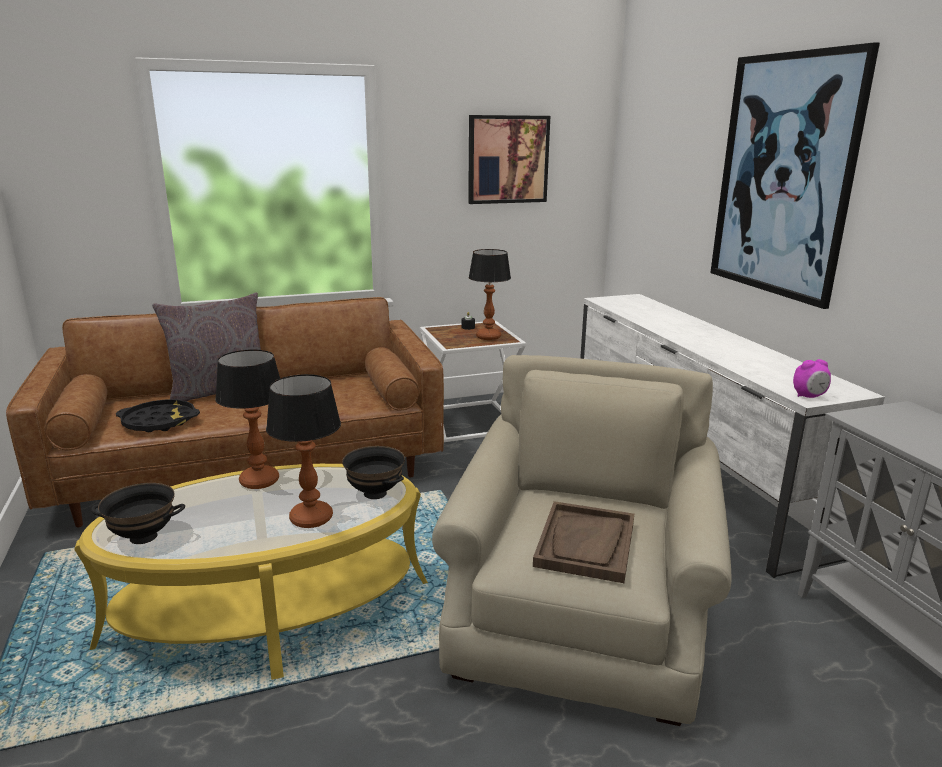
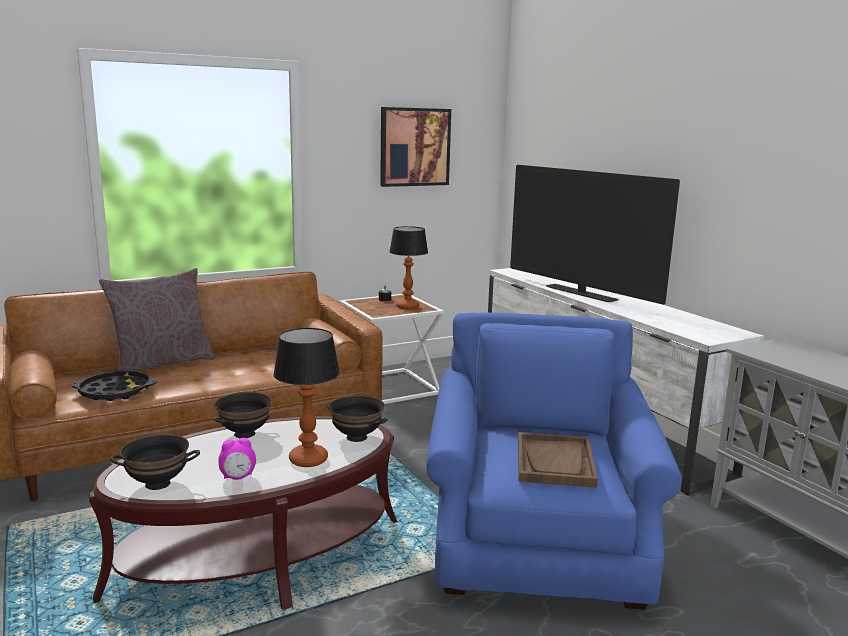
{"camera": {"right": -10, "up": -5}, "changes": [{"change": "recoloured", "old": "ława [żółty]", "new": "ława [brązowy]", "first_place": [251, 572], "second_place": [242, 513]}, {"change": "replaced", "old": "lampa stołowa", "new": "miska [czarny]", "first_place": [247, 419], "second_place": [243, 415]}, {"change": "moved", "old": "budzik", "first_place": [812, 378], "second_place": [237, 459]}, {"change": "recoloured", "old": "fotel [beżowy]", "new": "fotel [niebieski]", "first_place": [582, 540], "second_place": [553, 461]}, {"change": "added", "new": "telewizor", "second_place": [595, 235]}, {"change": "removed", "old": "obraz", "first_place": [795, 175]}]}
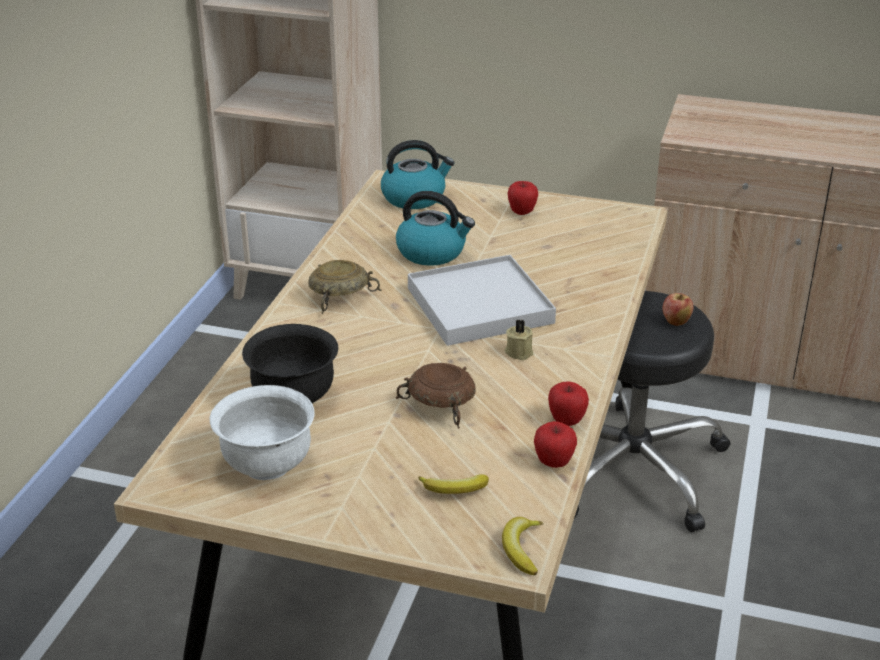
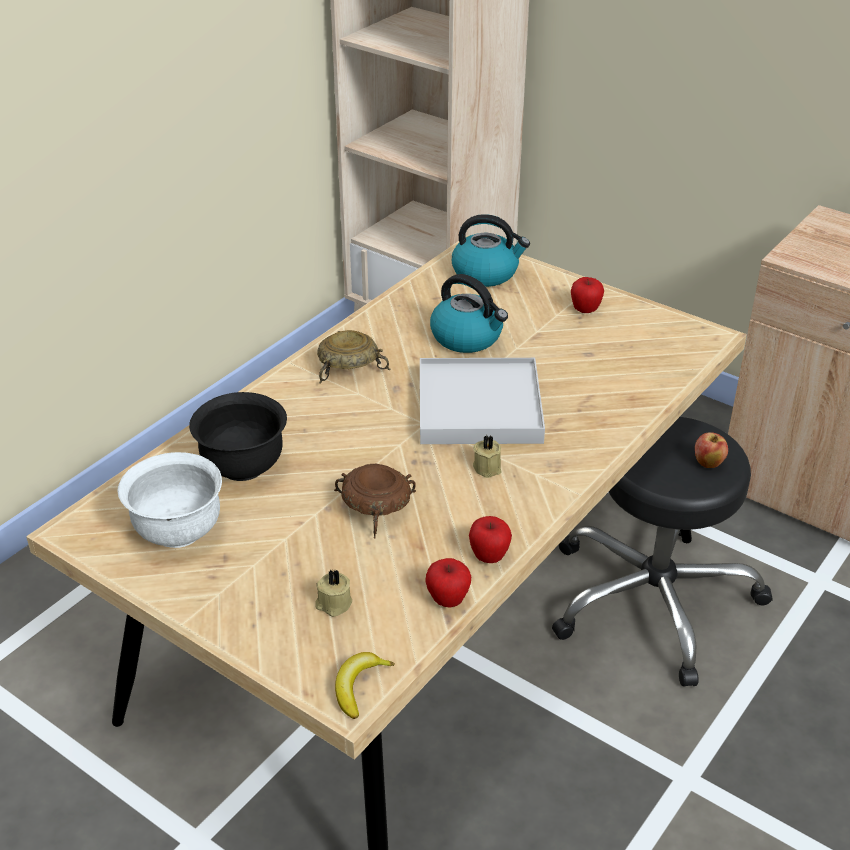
{"camera": {"right": 20, "up": 5}, "changes": [{"change": "replaced", "old": "banan", "new": "świeca [beżowy]", "first_place": [453, 484], "second_place": [333, 593]}]}
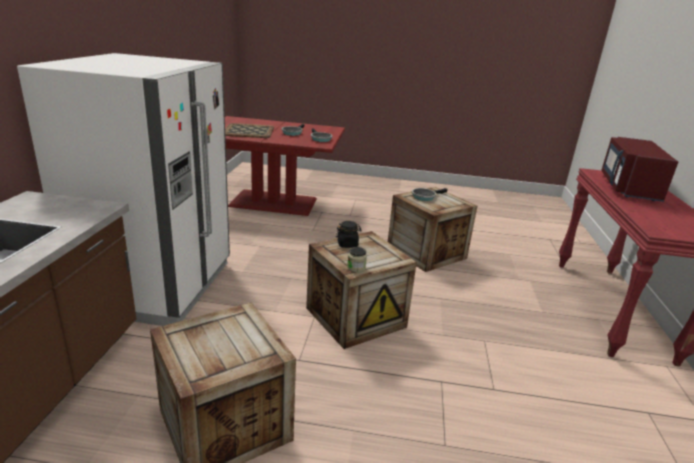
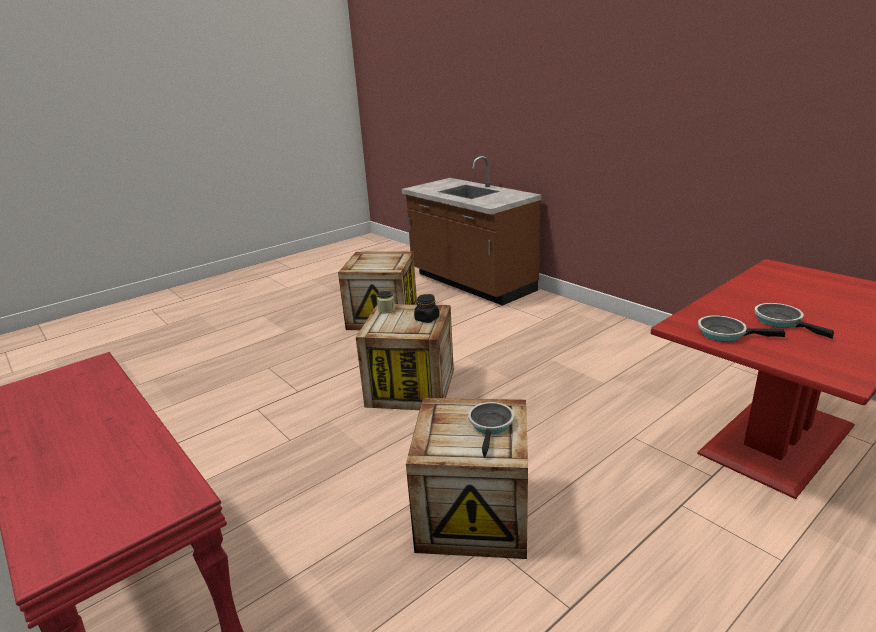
{"camera": {"right": 135, "up": 0}, "changes": [{"change": "removed", "old": "lodówka [biały]", "first_place": [123, 189]}, {"change": "removed", "old": "taca", "first_place": [249, 130]}, {"change": "removed", "old": "mikrofalówka [czerwony]", "first_place": [640, 169]}]}
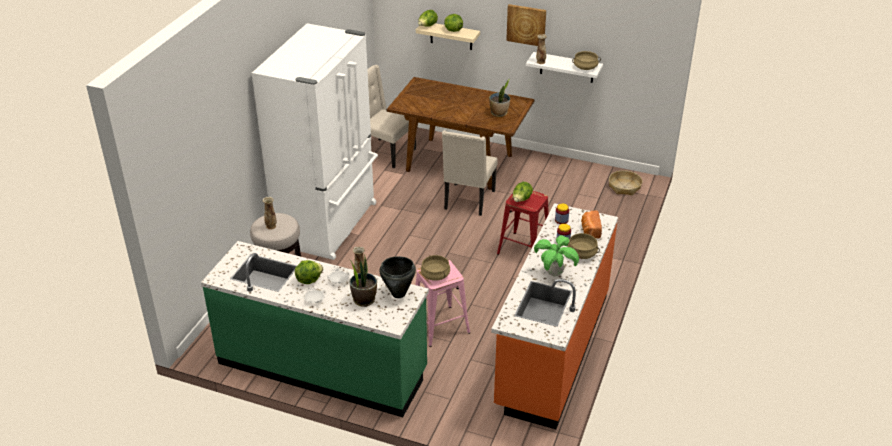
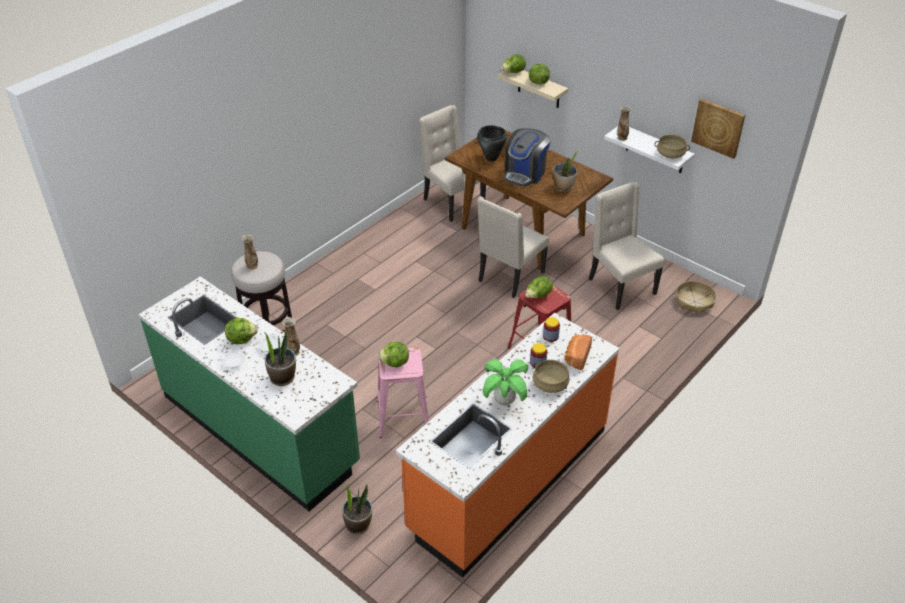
{"camera": {"right": 20, "up": 5}, "changes": [{"change": "added", "new": "roślina doniczkowa", "second_place": [357, 508]}, {"change": "replaced", "old": "garnek [beżowy]", "new": "sałata", "first_place": [435, 268], "second_place": [393, 355]}, {"change": "moved", "old": "garnek [czarny]", "first_place": [398, 277], "second_place": [492, 143]}, {"change": "added", "new": "ekspres do kawy", "second_place": [527, 157]}, {"change": "added", "new": "krzesło [beżowy]", "second_place": [627, 246]}, {"change": "moved", "old": "obraz", "first_place": [526, 25], "second_place": [718, 129]}, {"change": "removed", "old": "lodówka [biały]", "first_place": [315, 141]}]}
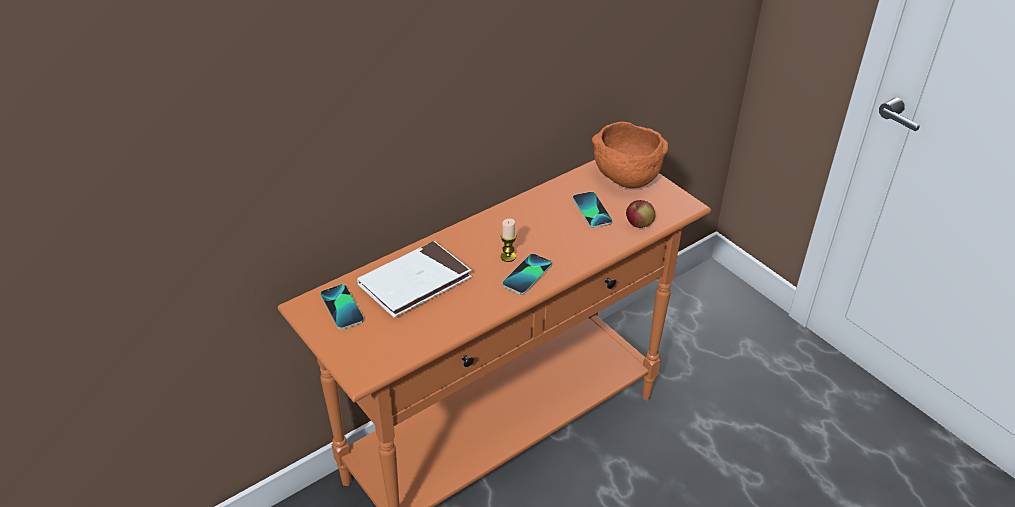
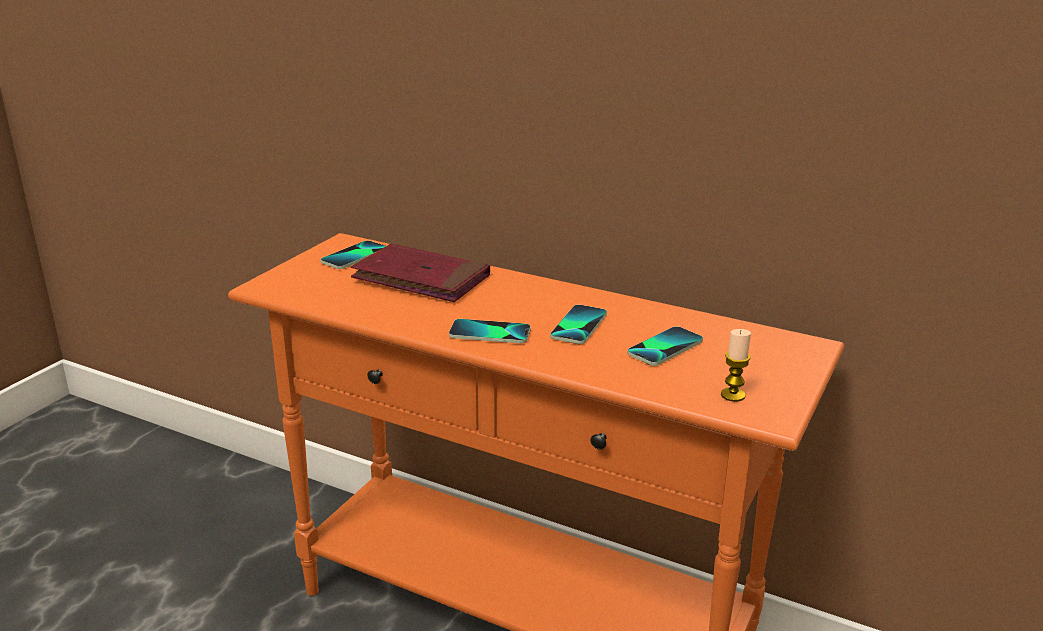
{"camera": {"right": 65, "up": -15}, "changes": [{"change": "recoloured", "old": "książka [biały]", "new": "książka [czerwony]", "first_place": [414, 279], "second_place": [420, 273]}, {"change": "added", "new": "telefon", "second_place": [579, 324]}, {"change": "moved", "old": "świeca", "first_place": [508, 240], "second_place": [736, 365]}, {"change": "removed", "old": "miska [pomarańczowy]", "first_place": [630, 155]}, {"change": "removed", "old": "jabłko", "first_place": [640, 214]}]}
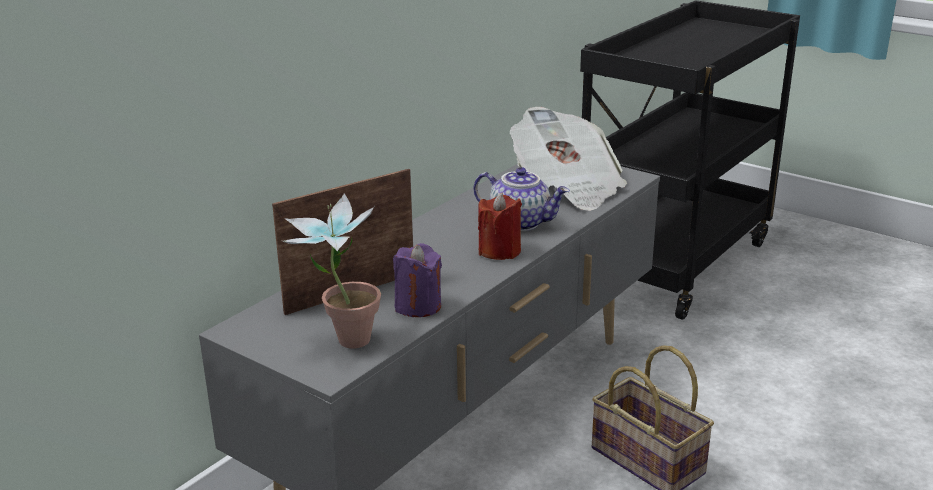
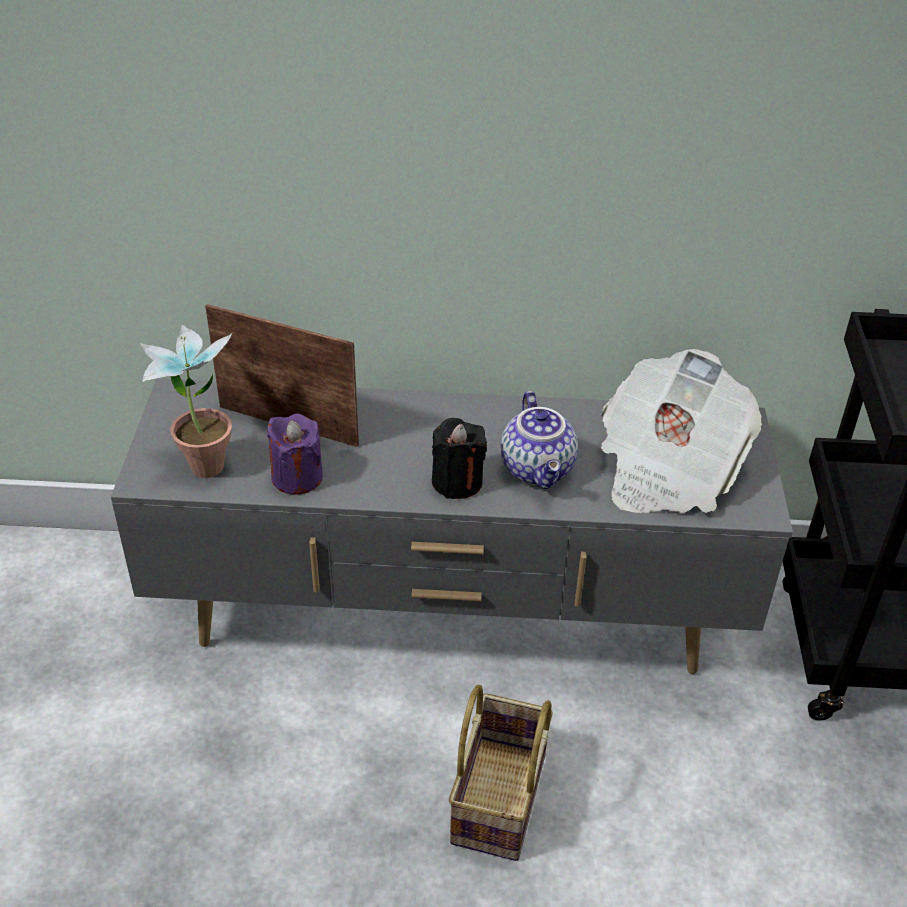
{"camera": {"right": 55, "up": 15}, "changes": [{"change": "recoloured", "old": "świeca [czerwony]", "new": "świeca [czarny]", "first_place": [500, 226], "second_place": [459, 458]}]}
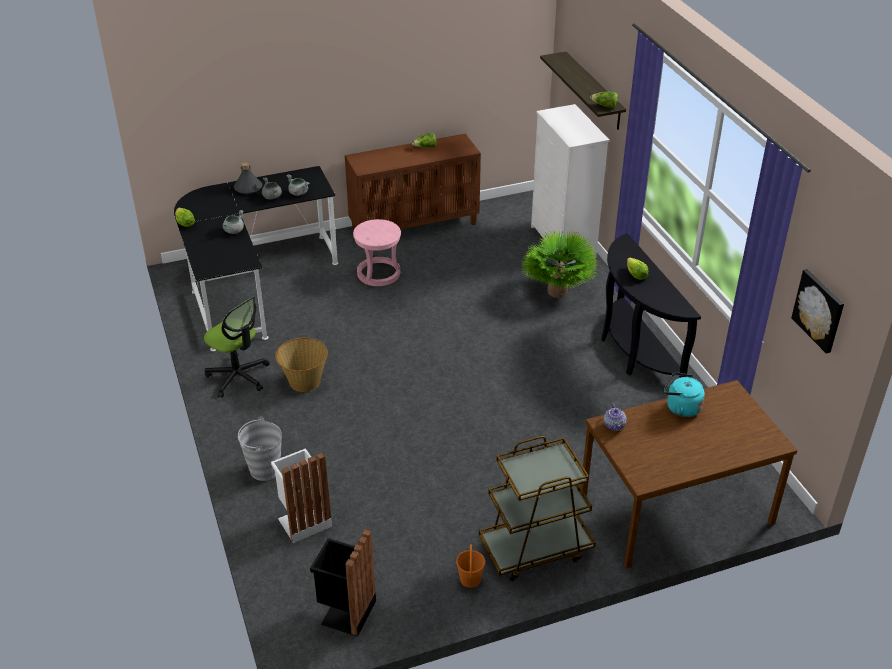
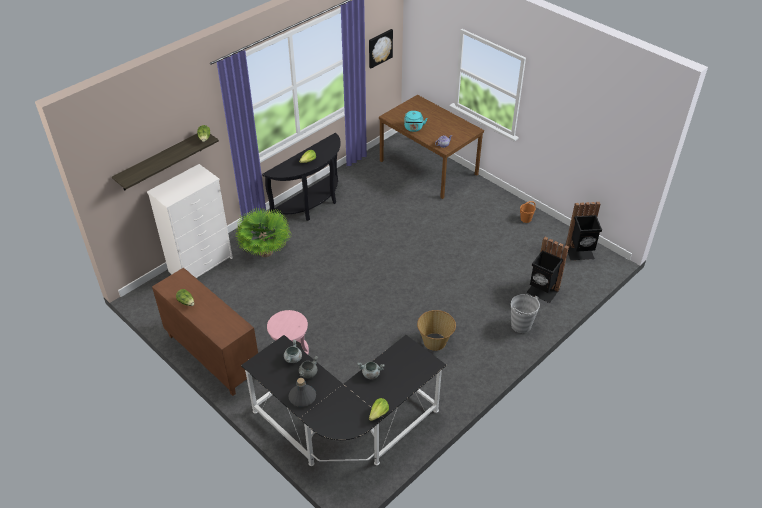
{"camera": {"right": -115, "up": 5}, "changes": [{"change": "recoloured", "old": "kosz na śmieci [biały]", "new": "kosz na śmieci [czarny]", "first_place": [301, 495], "second_place": [547, 270]}, {"change": "removed", "old": "krzesło biurowe", "first_place": [237, 347]}, {"change": "removed", "old": "wózek [brązowy]", "first_place": [537, 508]}]}
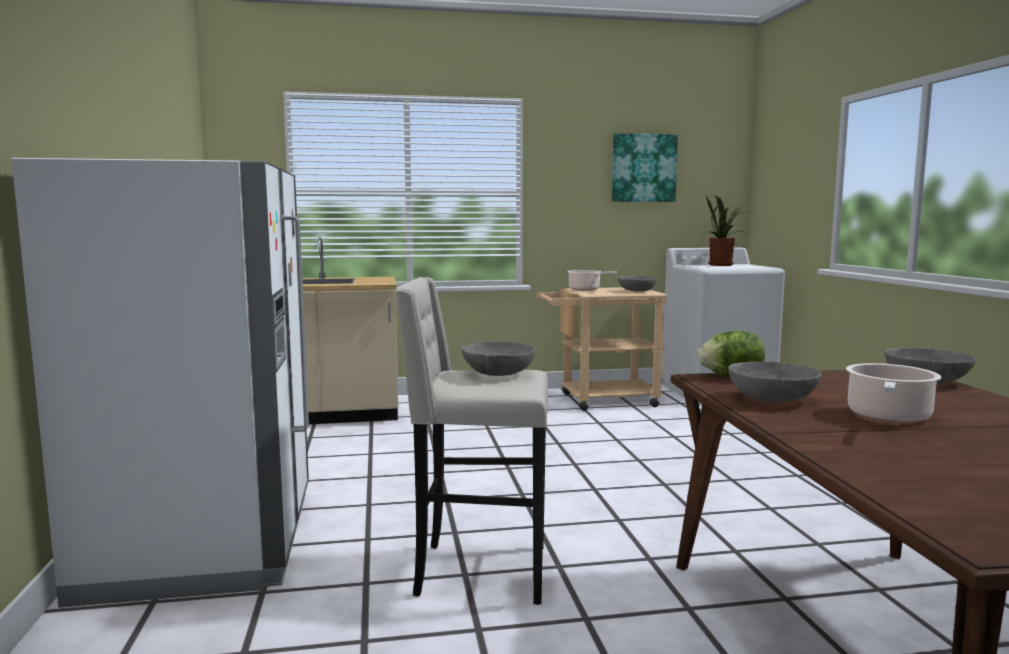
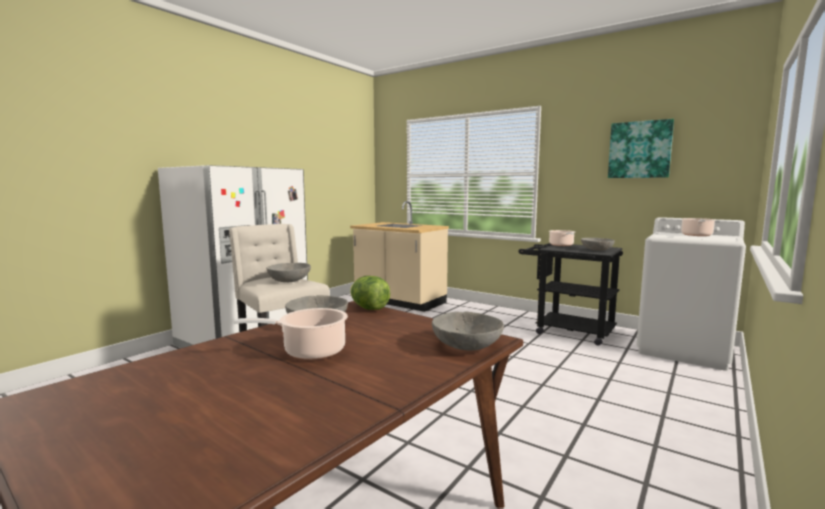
{"camera": {"right": 45, "up": 0}, "changes": [{"change": "recoloured", "old": "wózek [beżowy]", "new": "wózek [czarny]", "first_place": [602, 349], "second_place": [570, 294]}, {"change": "replaced", "old": "roślina doniczkowa", "new": "garnek", "first_place": [726, 230], "second_place": [698, 227]}]}
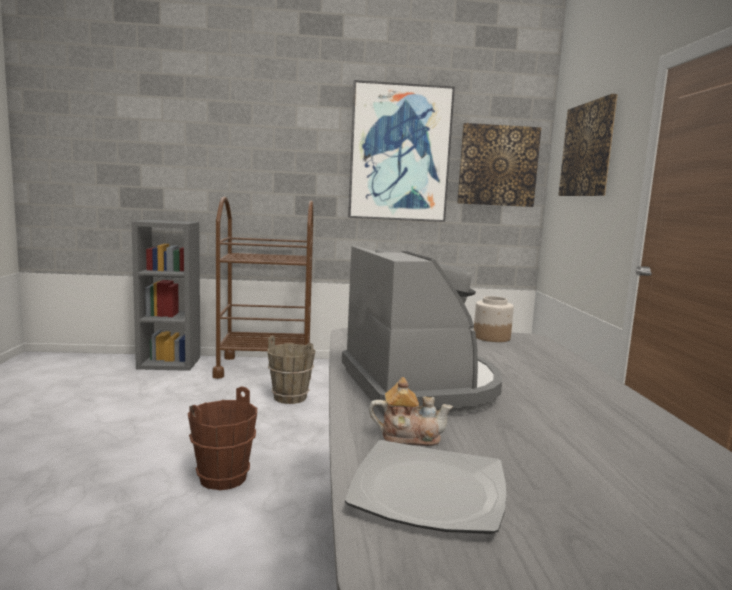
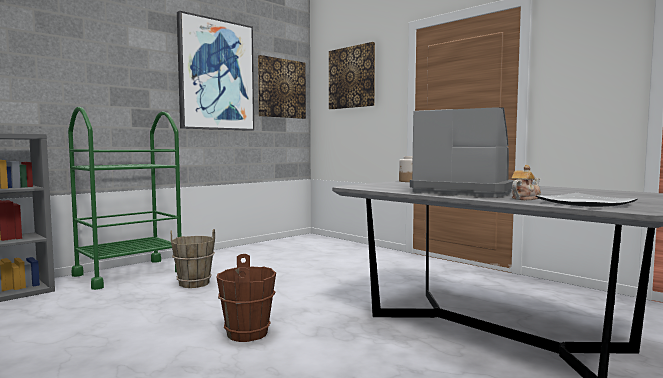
{"camera": {"right": -40, "up": -5}, "changes": [{"change": "recoloured", "old": "wózek [brązowy]", "new": "wózek [zielony]", "first_place": [262, 288], "second_place": [125, 198]}]}
